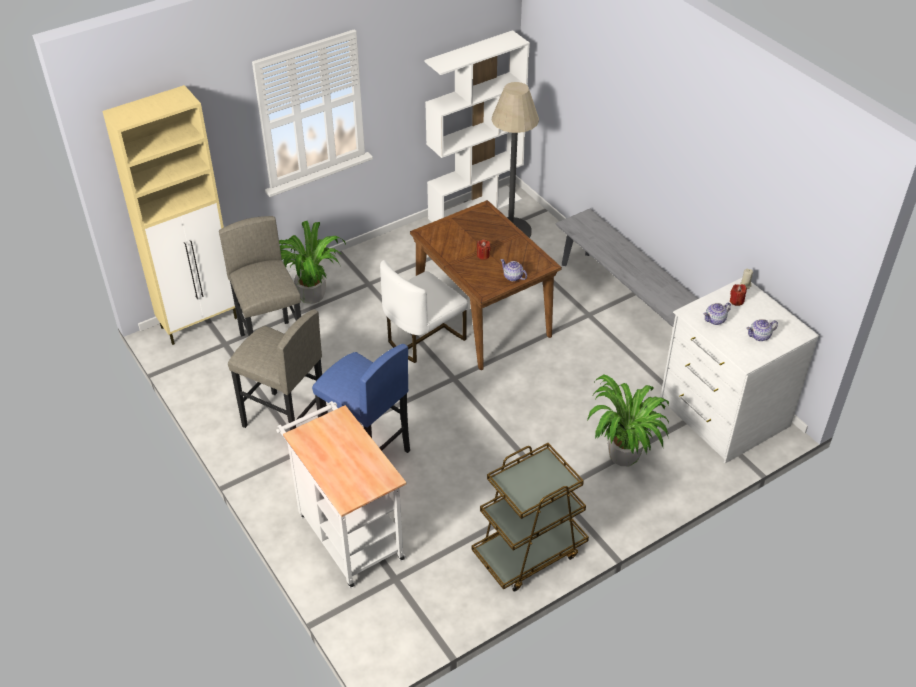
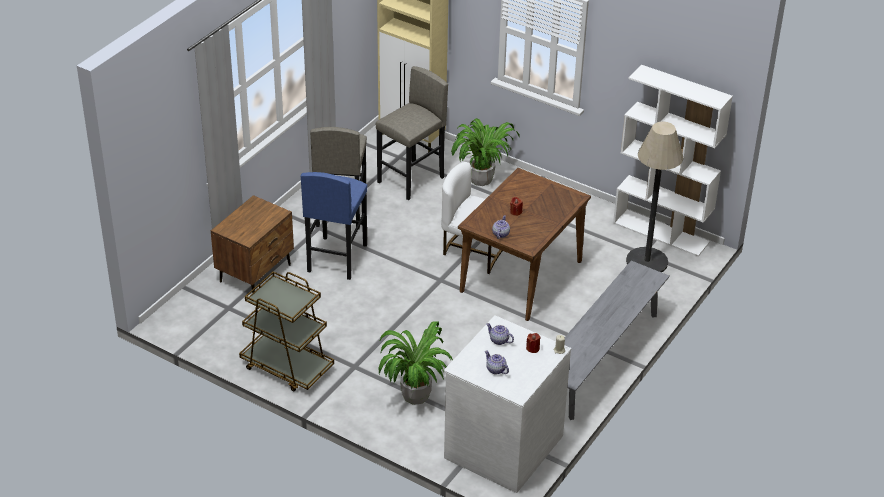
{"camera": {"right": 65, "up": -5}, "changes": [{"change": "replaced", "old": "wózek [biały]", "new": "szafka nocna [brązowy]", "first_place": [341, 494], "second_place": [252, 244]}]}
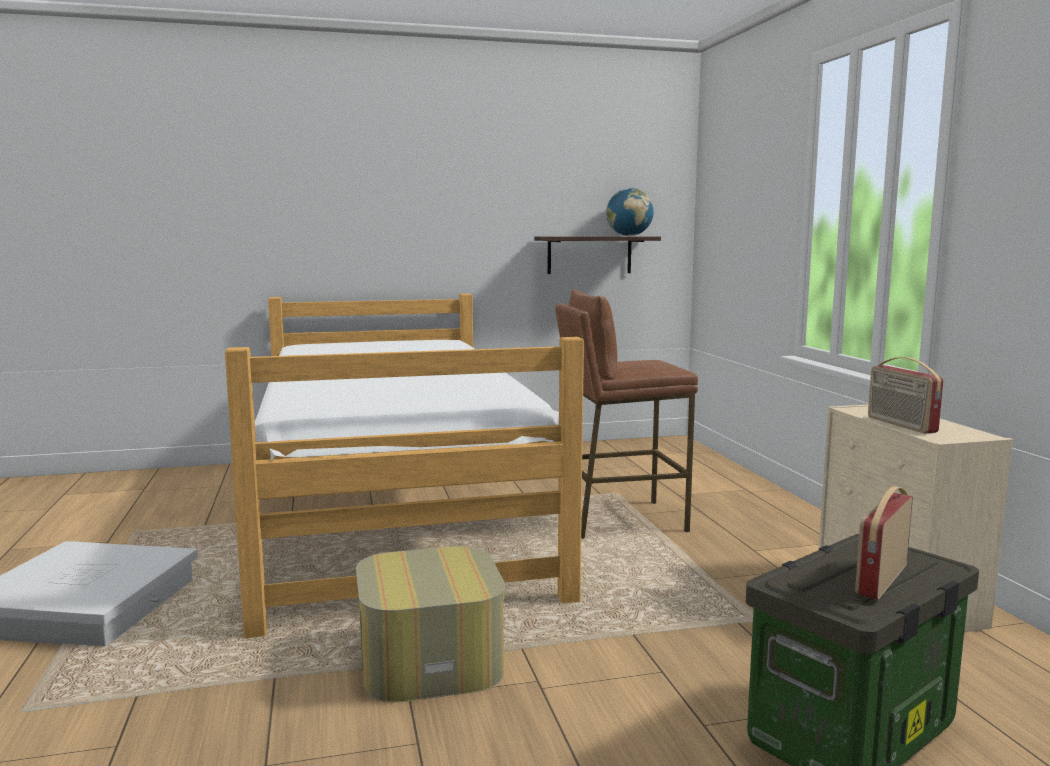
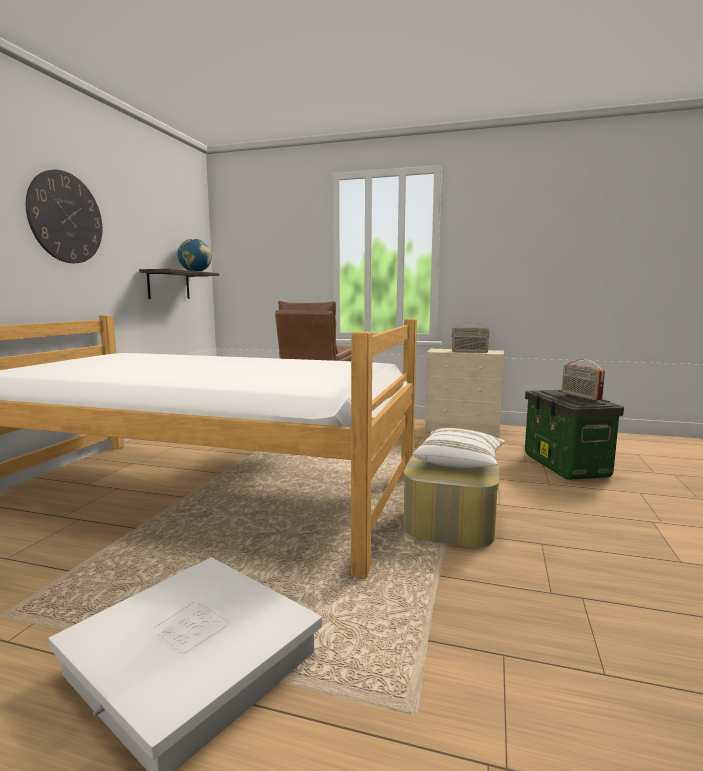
{"camera": {"right": -60, "up": 0}, "changes": [{"change": "added", "new": "zegar ścienny", "second_place": [64, 216]}, {"change": "added", "new": "poduszka [biały]", "second_place": [459, 448]}]}
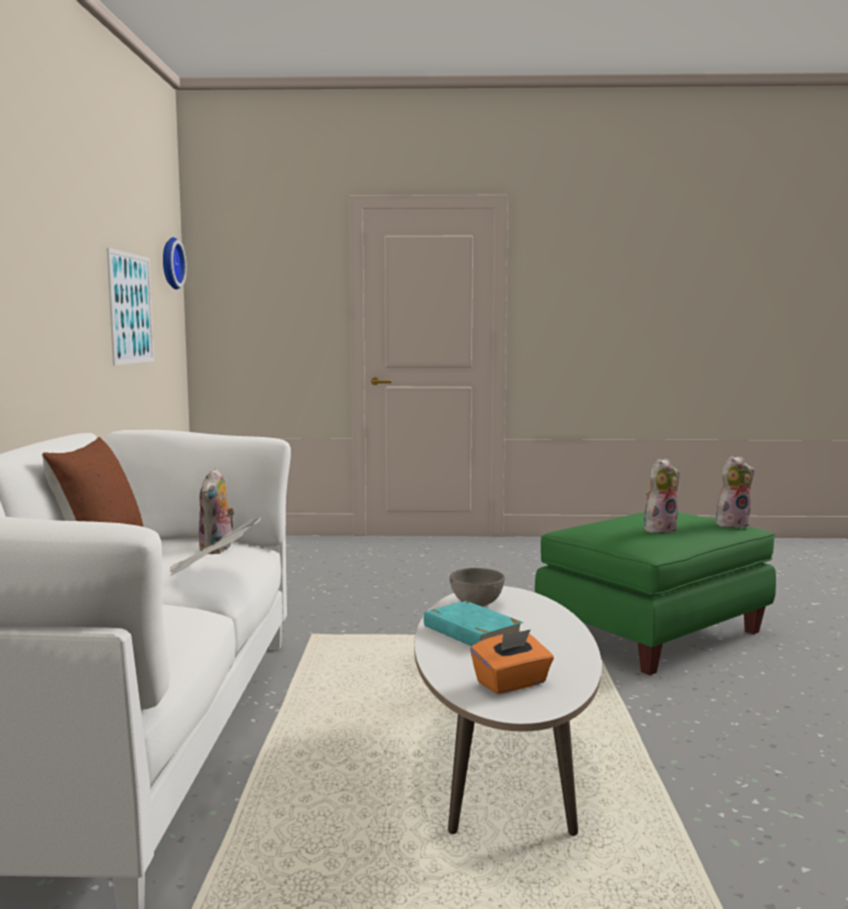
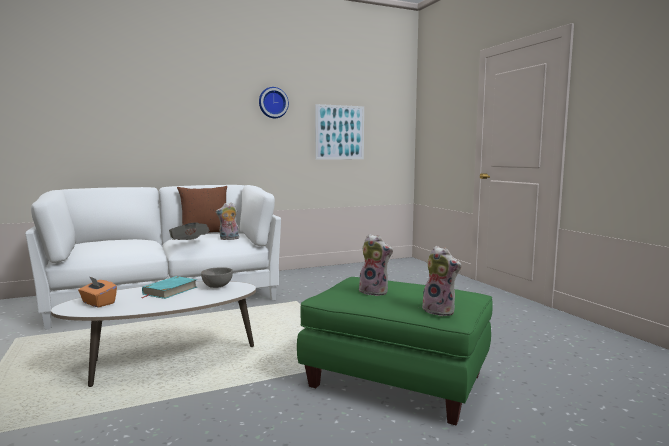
{"camera": {"right": 65, "up": 0}, "changes": [{"change": "moved", "old": "zegar ścienny", "first_place": [175, 263], "second_place": [274, 102]}]}
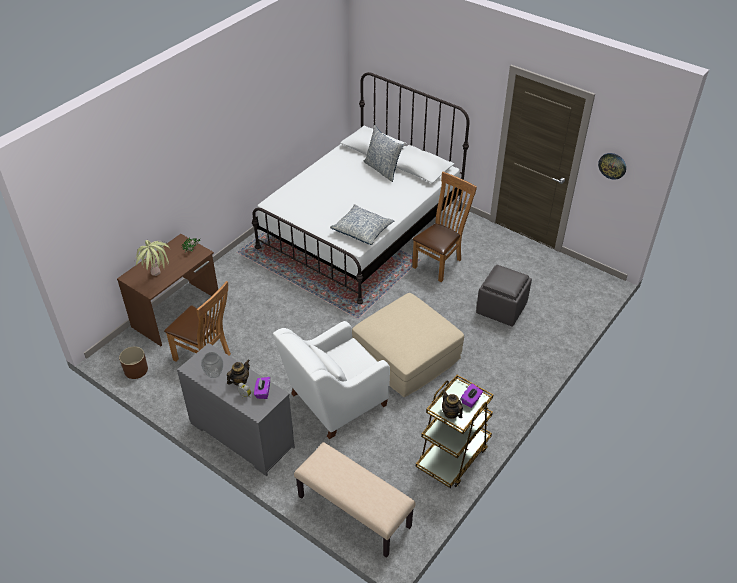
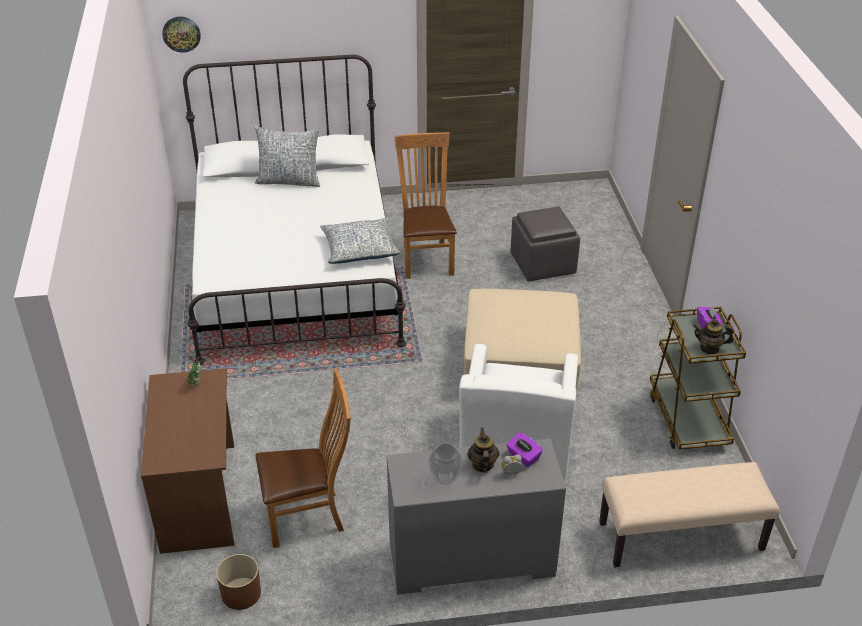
{"camera": {"right": -45, "up": -5}, "changes": [{"change": "moved", "old": "zegar ścienny", "first_place": [612, 166], "second_place": [181, 35]}, {"change": "removed", "old": "roślina doniczkowa", "first_place": [152, 258]}]}
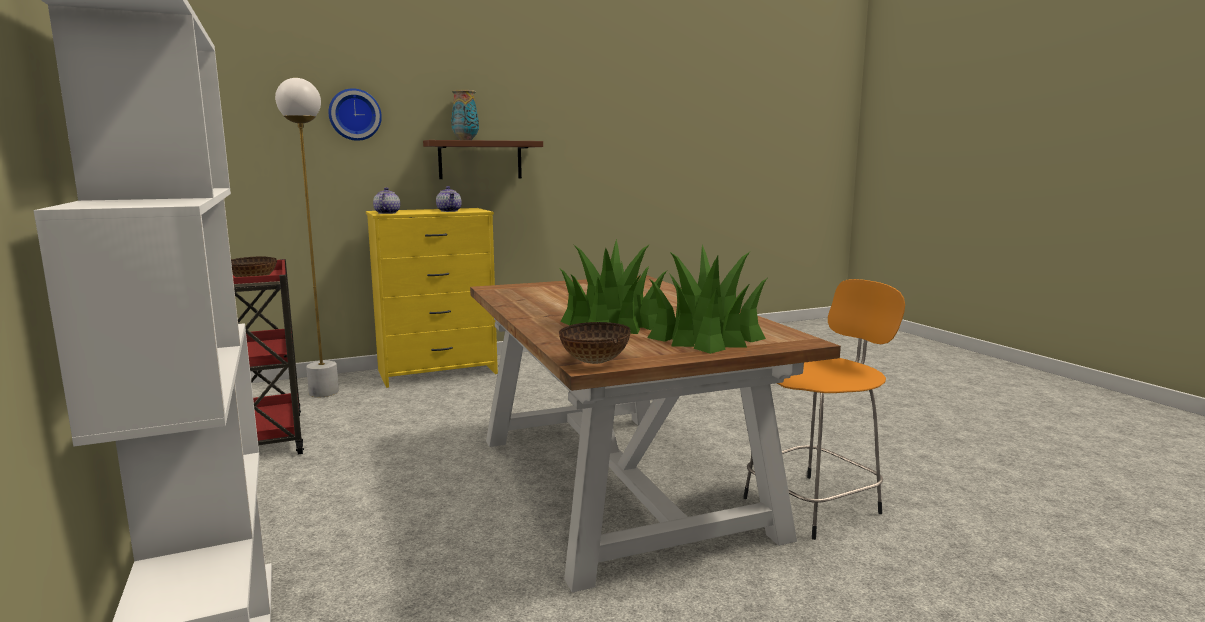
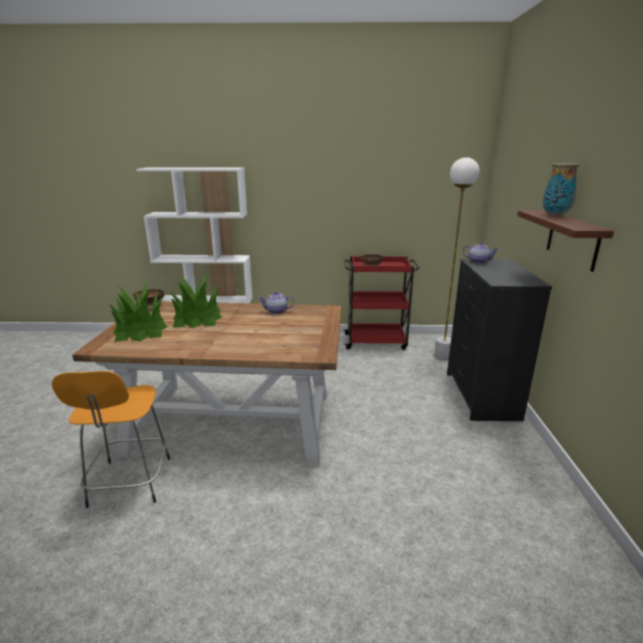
{"camera": {"right": 115, "up": 10}, "changes": [{"change": "moved", "old": "imbryk", "first_place": [449, 199], "second_place": [276, 303]}, {"change": "recoloured", "old": "komoda [żółty]", "new": "komoda [czarny]", "first_place": [432, 298], "second_place": [499, 340]}, {"change": "removed", "old": "zegar ścienny", "first_place": [355, 114]}]}
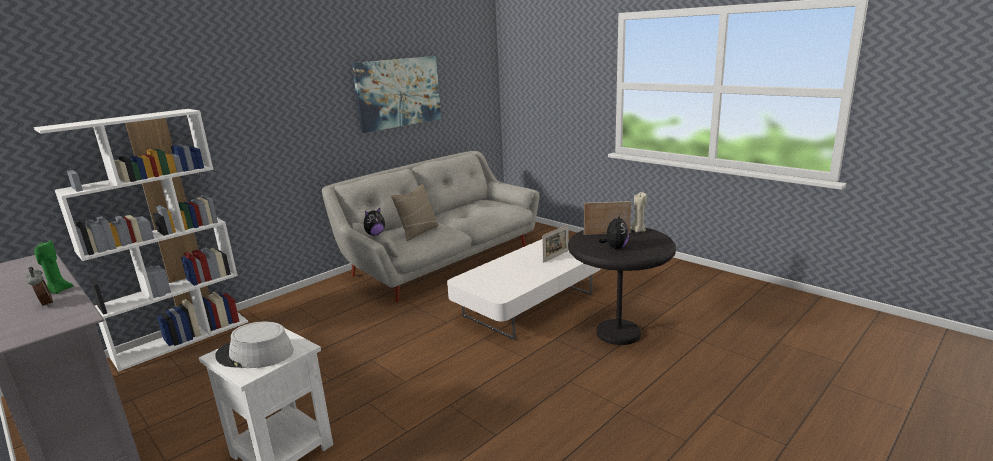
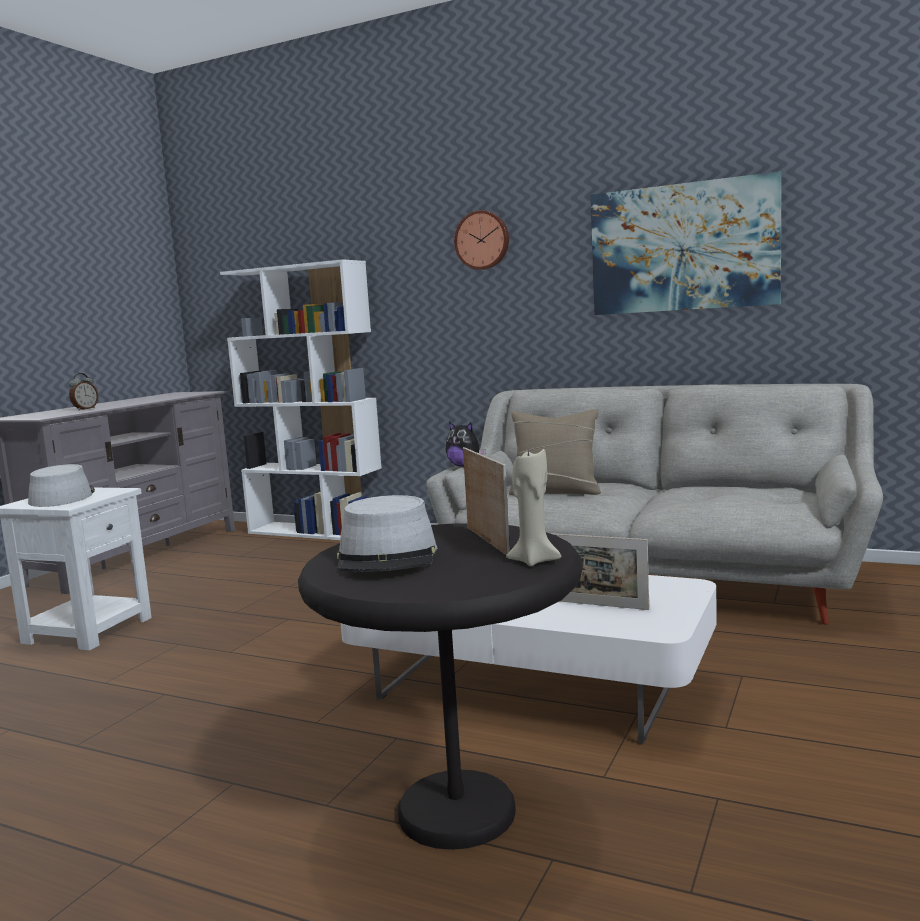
{"camera": {"right": 70, "up": -10}, "changes": [{"change": "replaced", "old": "pluszak", "new": "kapelusz [szary]", "first_place": [613, 231], "second_place": [387, 533]}, {"change": "added", "new": "zegar ścienny", "second_place": [481, 240]}, {"change": "removed", "old": "świeca [zielony]", "first_place": [54, 267]}]}
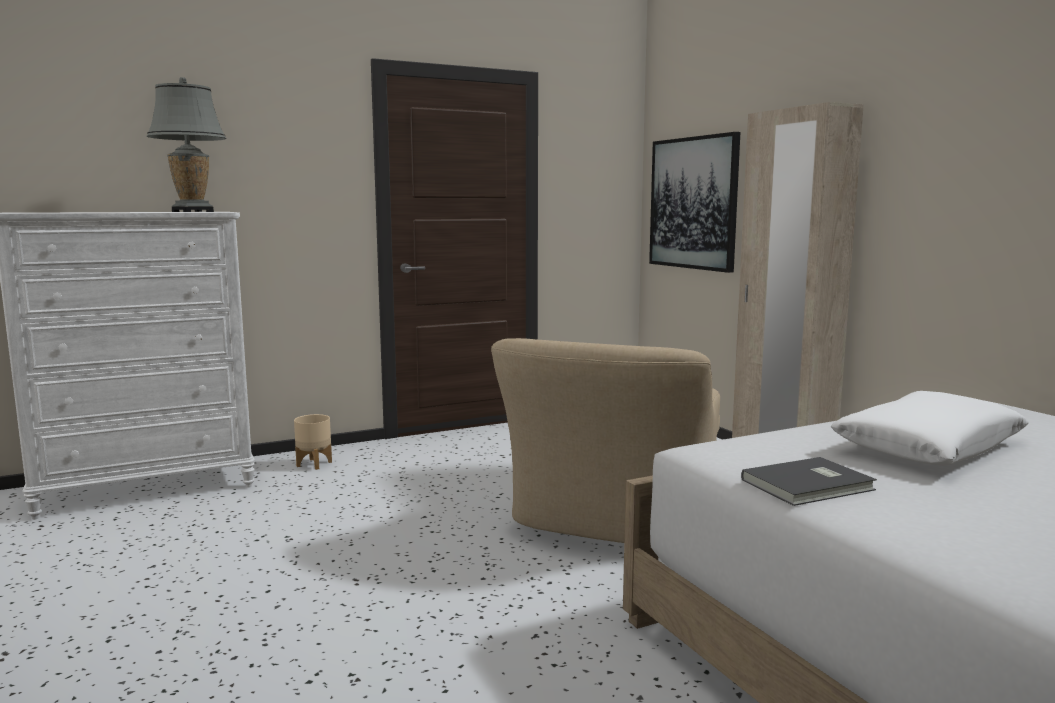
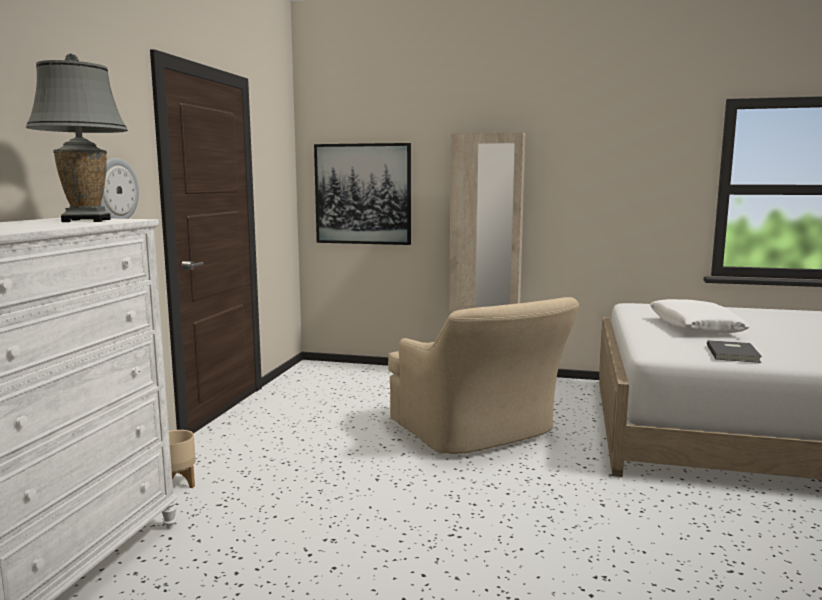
{"camera": {"right": -50, "up": 0}, "changes": [{"change": "added", "new": "zegar ścienny", "second_place": [119, 188]}]}
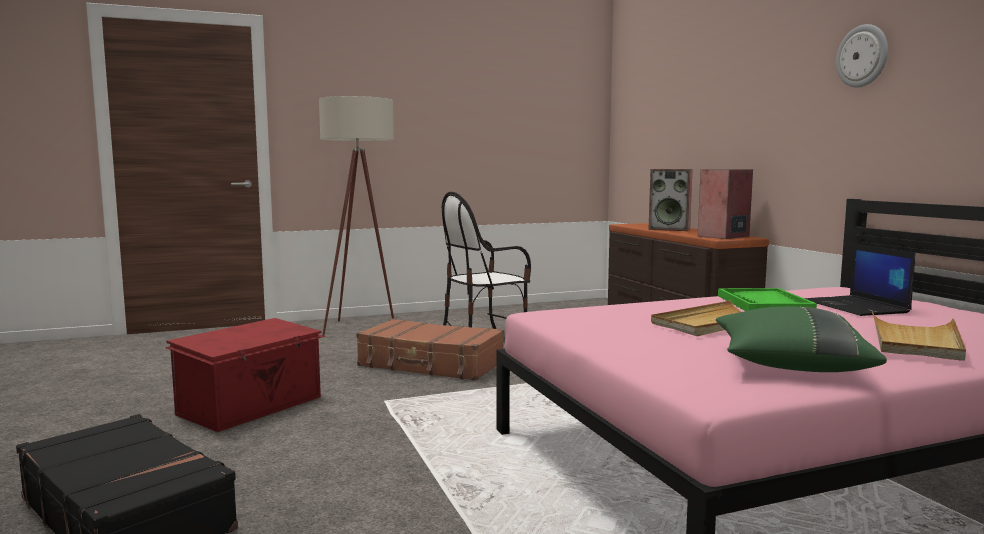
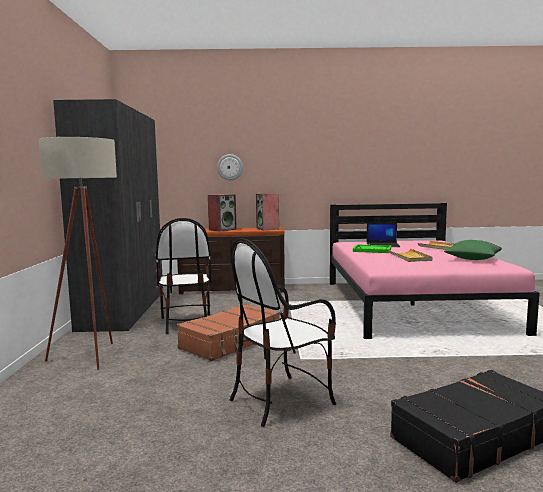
{"camera": {"right": -70, "up": 0}, "changes": [{"change": "added", "new": "szafa [szary]", "second_place": [108, 215]}, {"change": "moved", "old": "zegar ścienny", "first_place": [862, 56], "second_place": [230, 167]}, {"change": "replaced", "old": "pojemnik do przechowywania [czerwony]", "new": "krzesło", "first_place": [245, 375], "second_place": [282, 332]}]}
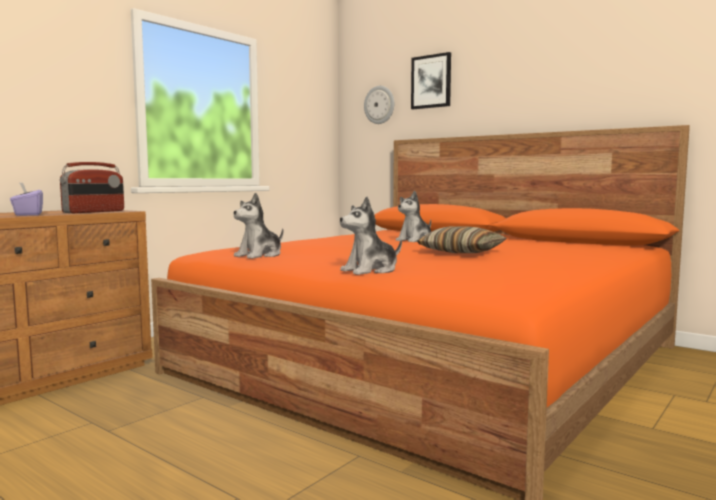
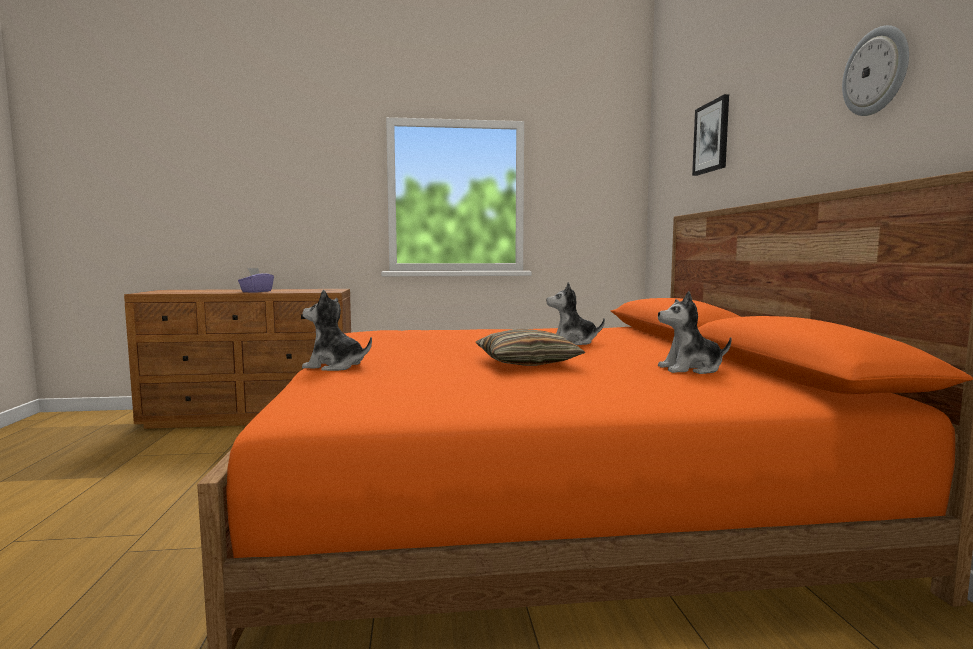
{"camera": {"right": 45, "up": 0}, "changes": [{"change": "moved", "old": "pluszak", "first_place": [258, 226], "second_place": [695, 332]}, {"change": "moved", "old": "zegar ścienny", "first_place": [379, 105], "second_place": [875, 70]}, {"change": "removed", "old": "radio", "first_place": [92, 187]}]}
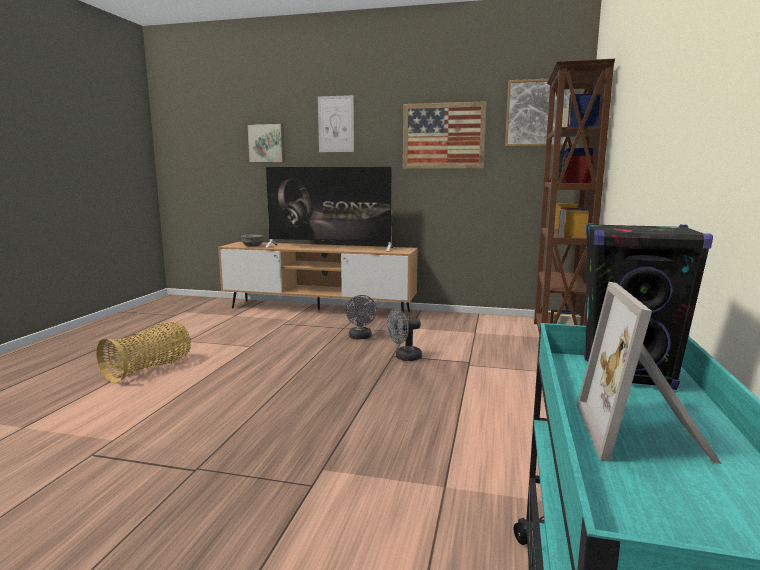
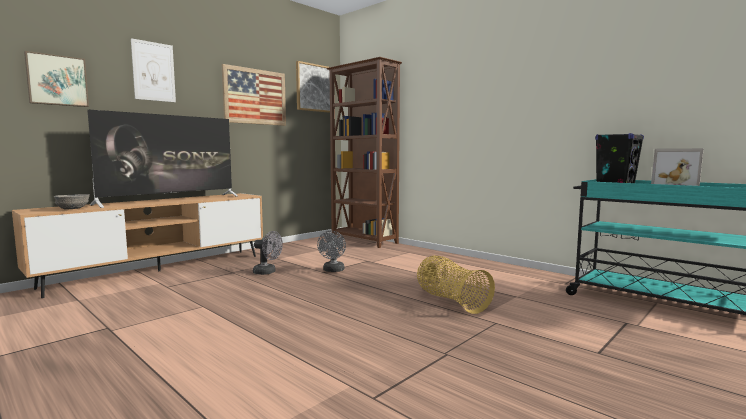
{"camera": {"right": -60, "up": -5}, "changes": [{"change": "moved", "old": "koszyk", "first_place": [143, 352], "second_place": [456, 285]}]}
